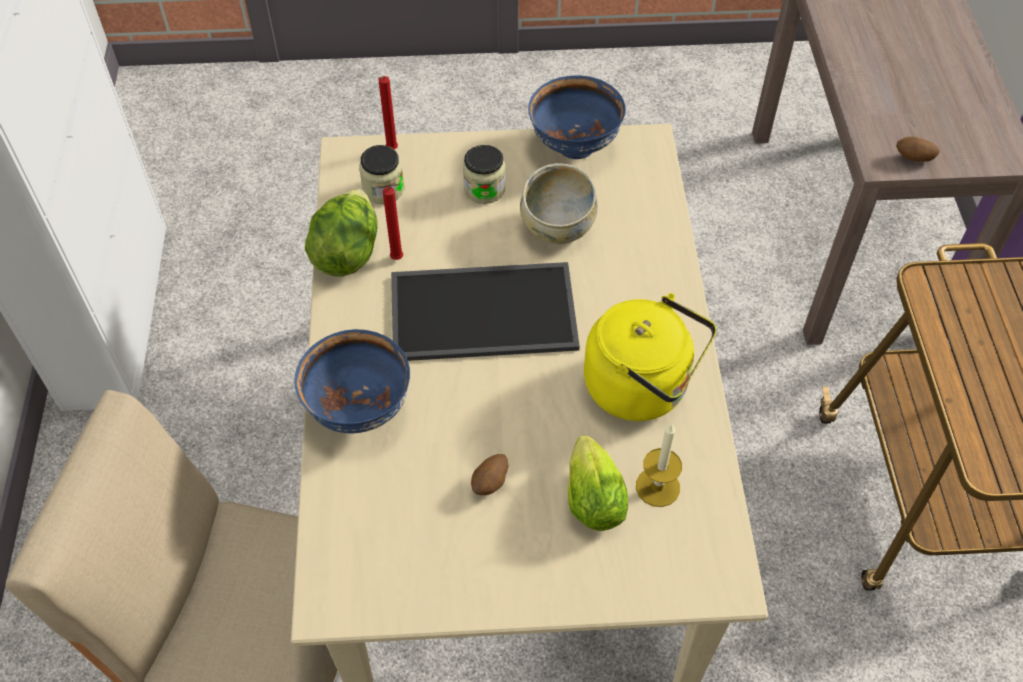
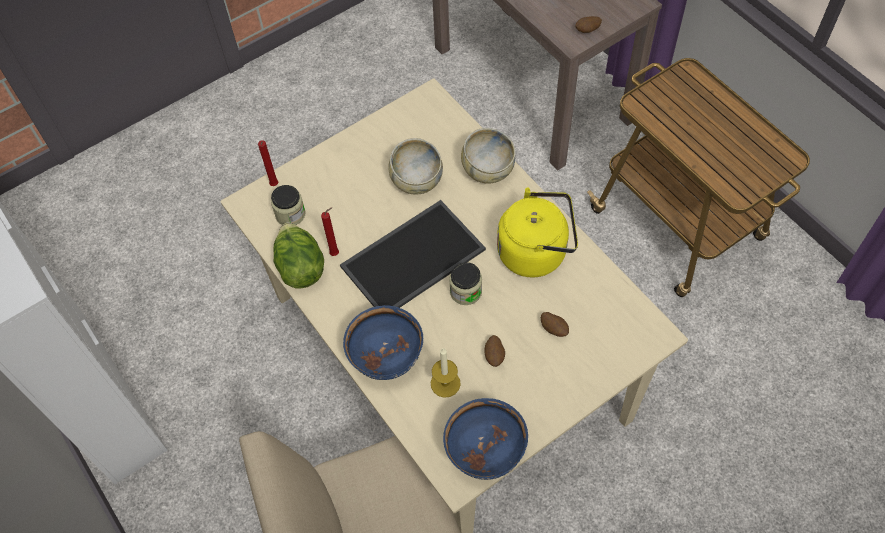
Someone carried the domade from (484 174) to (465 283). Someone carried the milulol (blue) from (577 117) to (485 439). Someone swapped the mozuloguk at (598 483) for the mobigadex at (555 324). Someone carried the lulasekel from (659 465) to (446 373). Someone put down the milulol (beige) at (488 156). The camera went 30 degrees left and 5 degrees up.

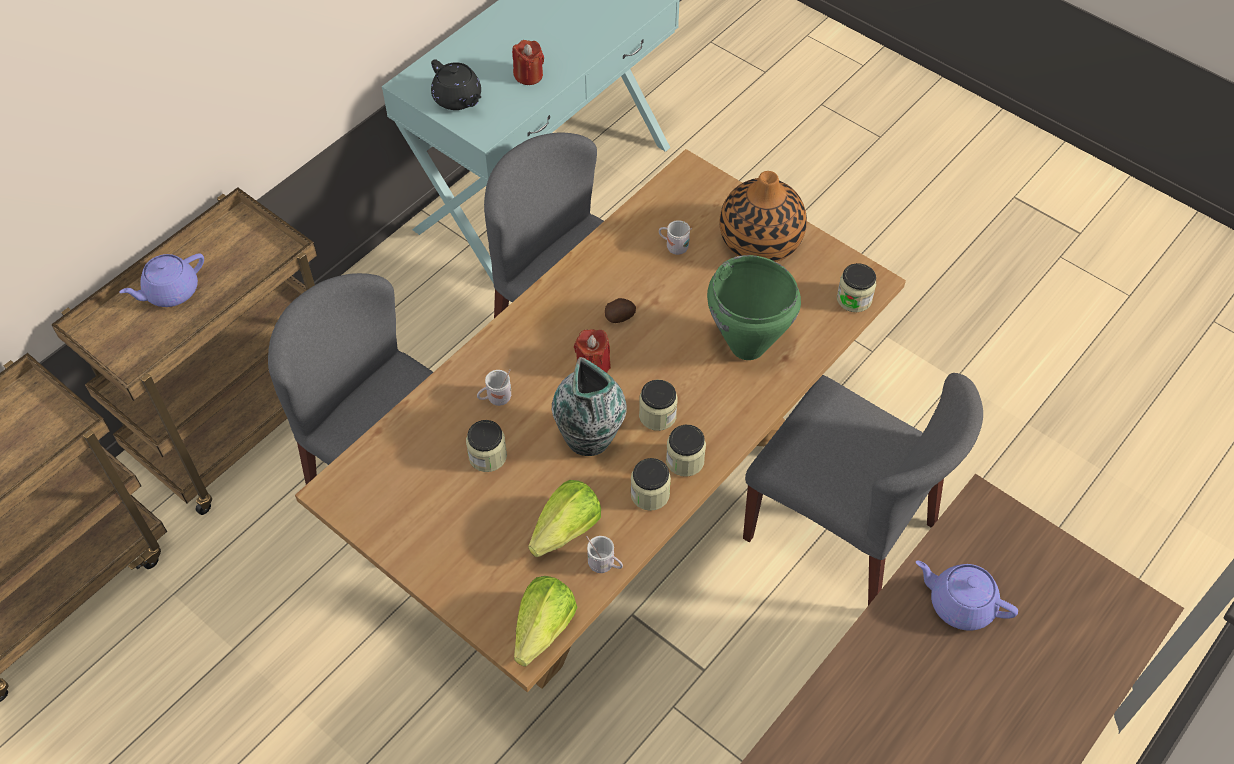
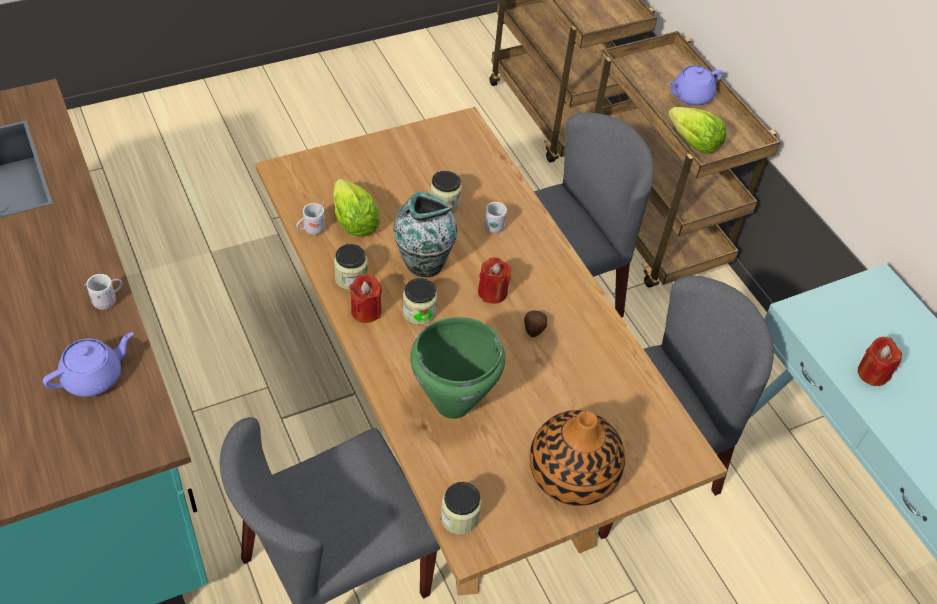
Someone rotated the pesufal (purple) at (161 280) by 105 degrees counterclockwise. Someone took away the pesufal (black) at (456 84). Someone carried the mozuloguk from (545 621) to (697 130). Someone carried the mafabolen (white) from (675 237) to (102 292). Someone swapped the domade at (686 451) for the lulasekel (red) at (365 298). The camera went 110 degrees right and 5 degrees down.

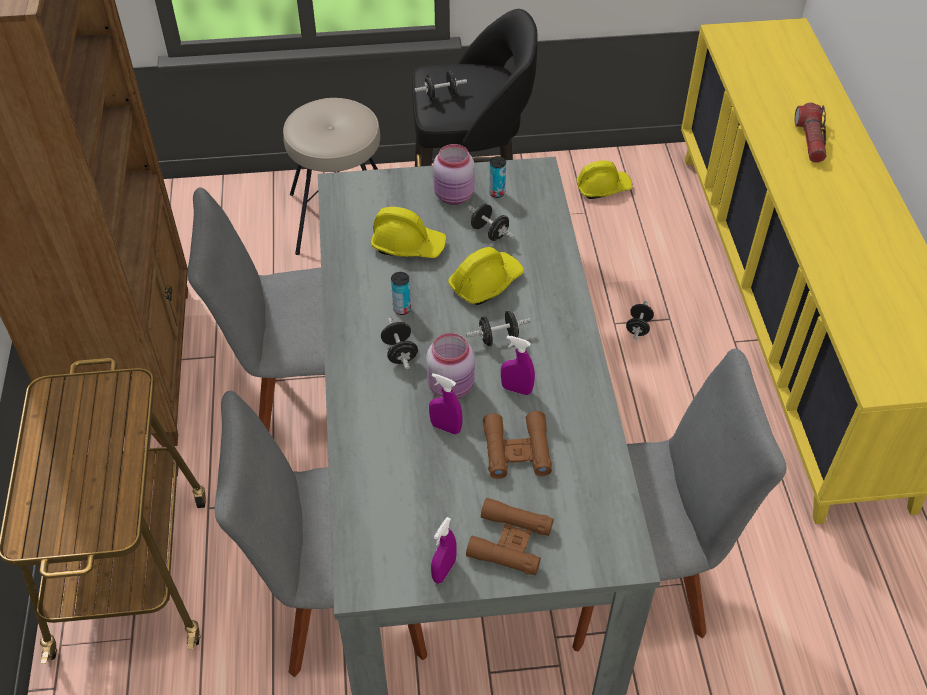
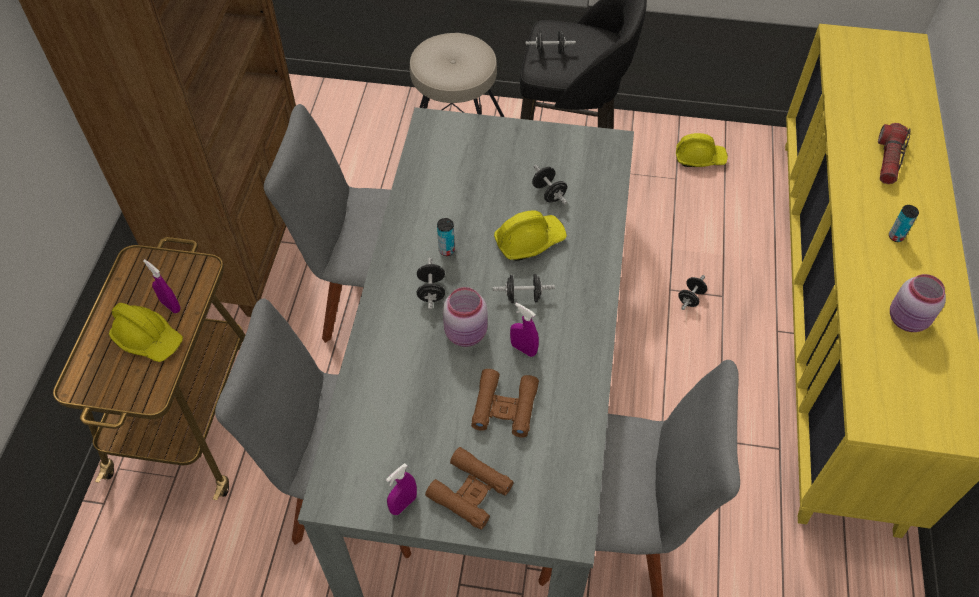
Someone carried the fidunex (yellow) from (408 232) to (146 332). Someone carried the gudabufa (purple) from (446 404) to (161 286). Someone carried the domade (pink) from (454 174) to (918 303). Someone carried the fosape from (497 177) to (904 223). The camera went 15 degrees right and 5 degrees up.

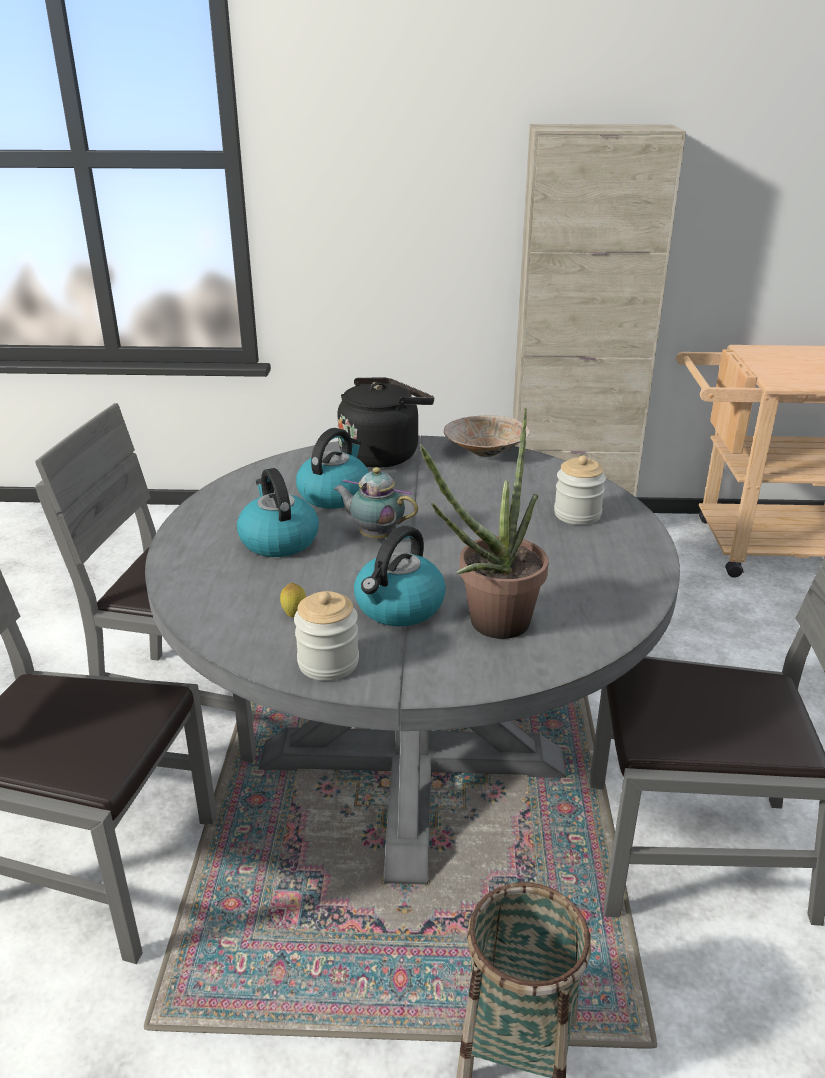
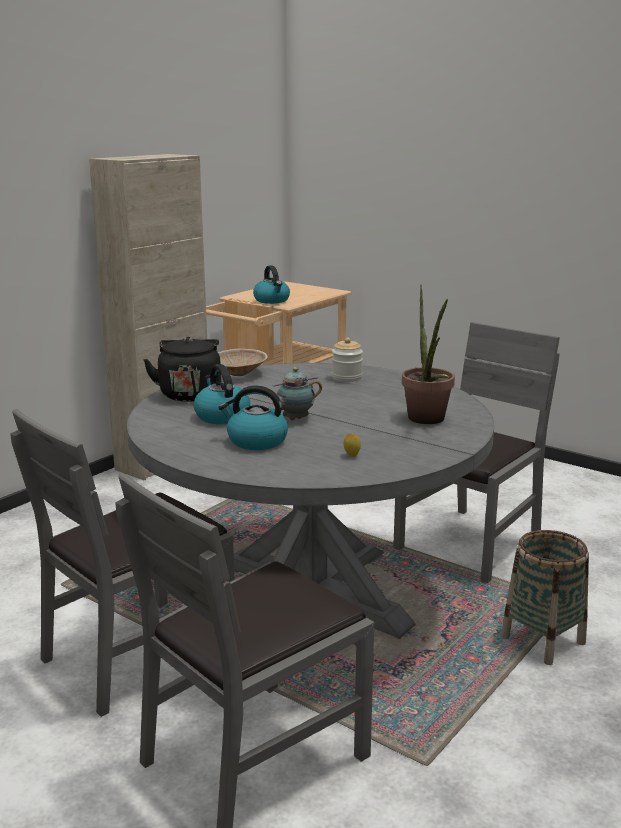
Someone took away the domade at (326 636). Someone carried the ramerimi from (400 576) to (271 284). The camera went 55 degrees left and 10 degrees down.

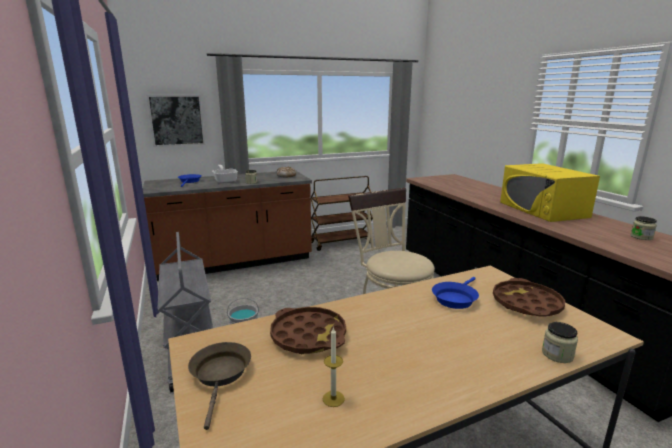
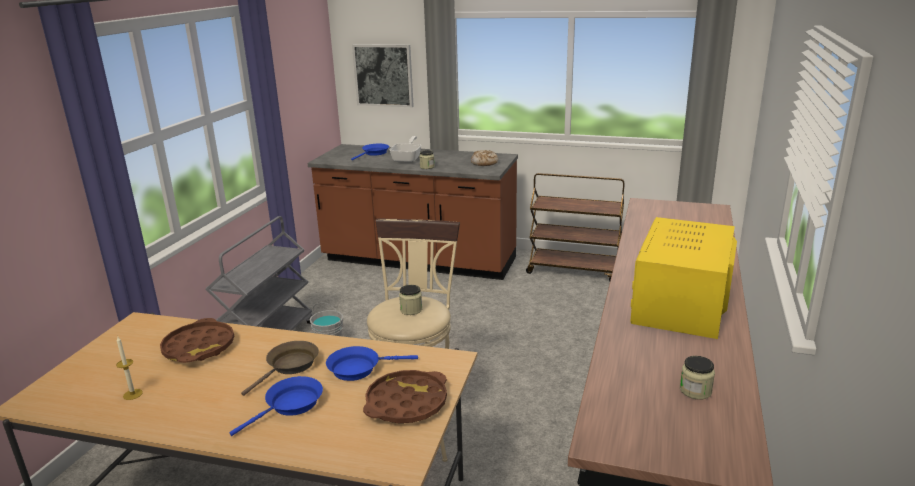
Someone carried the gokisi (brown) from (219 386) to (280 368). Someone carried the domade from (560 342) to (410 300). Someone put down the gokisi (blue) at (276 406). The camera went 40 degrees right and 5 degrees up.

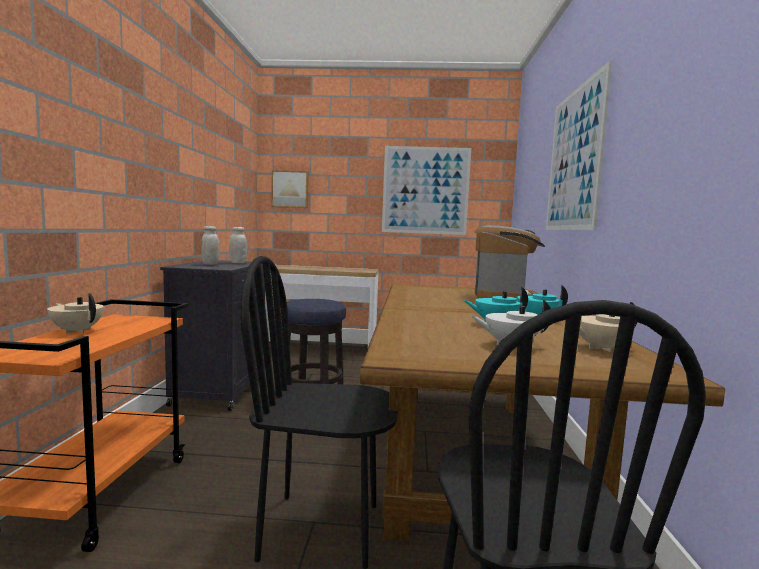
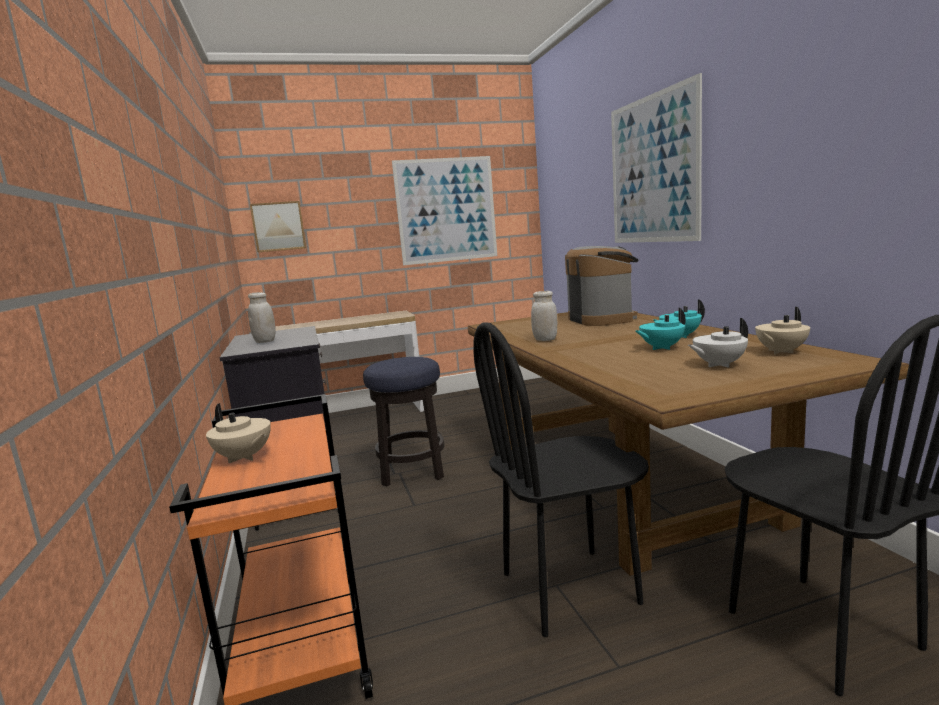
Someone rotated the pesufal (beige) at (75 313) by 150 degrees counterclockwise. Someone carried the domade (white) from (238 245) to (544 316). The camera went 20 degrees left and 5 degrees up.

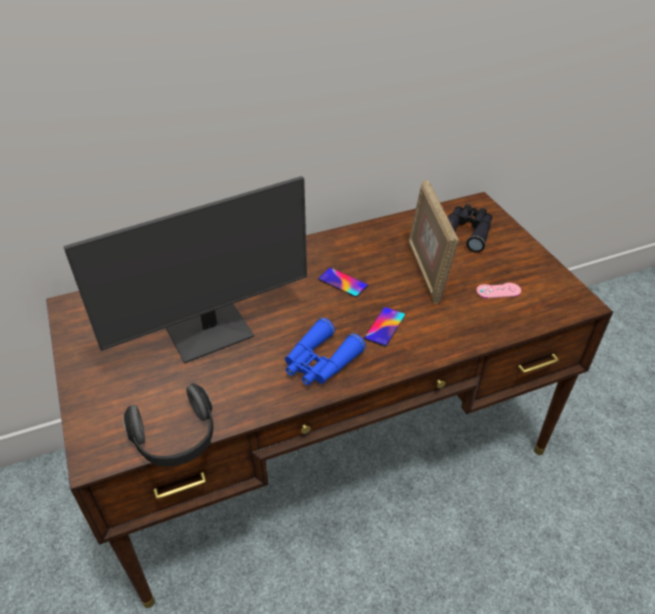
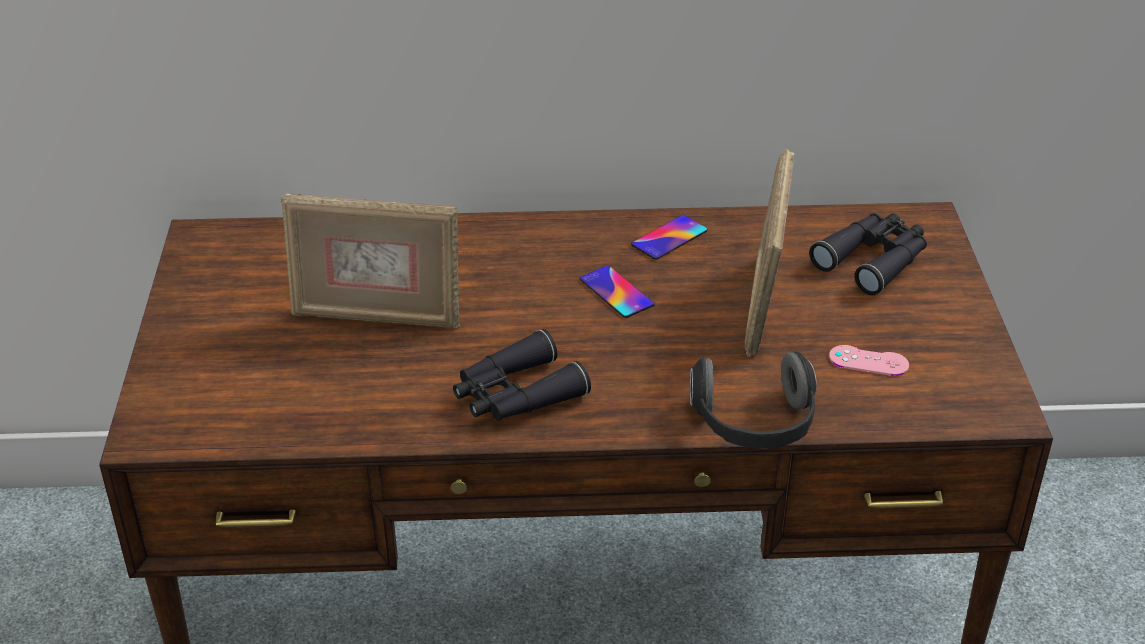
Someone swapped the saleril at (185 270) for the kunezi at (370 261). Someone carried the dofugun from (168 424) to (753 399). Someone repainted the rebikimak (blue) at (325 351), which became the rebikimak (black) at (522 375). Someone carried the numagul from (384 326) to (669 237). The camera went 20 degrees right and 5 degrees down.

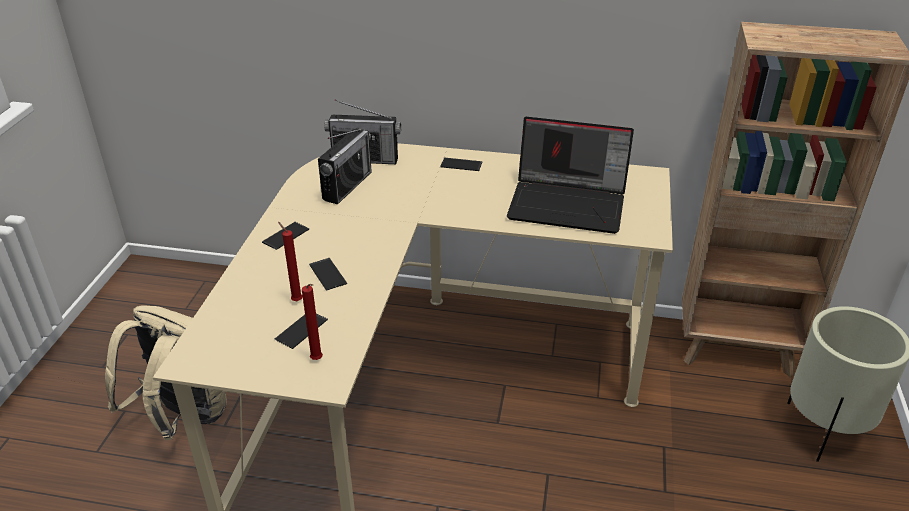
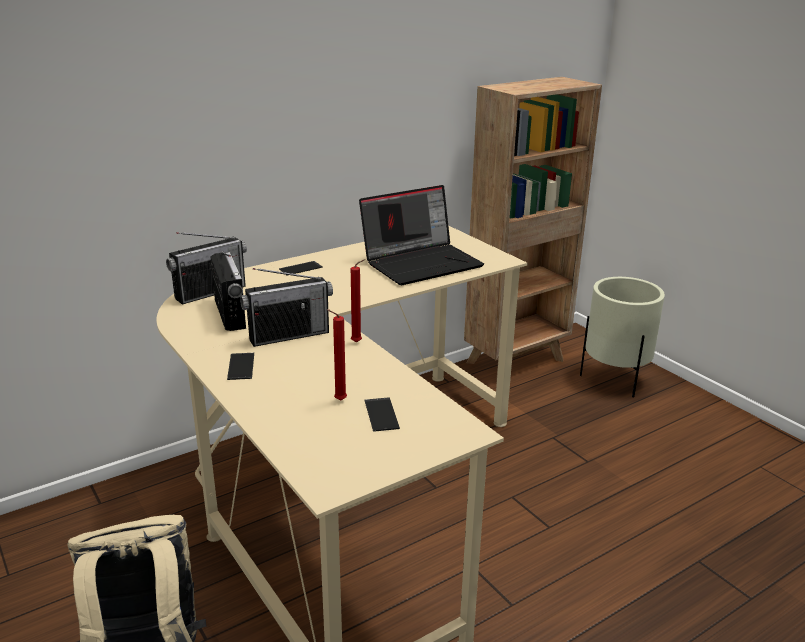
Someone carried the lulasekel (red) from (312 322) to (358 301). Someone took away the numagul at (328 274). Someone put down the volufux at (286 307). The camera went 45 degrees left and 10 degrees down.

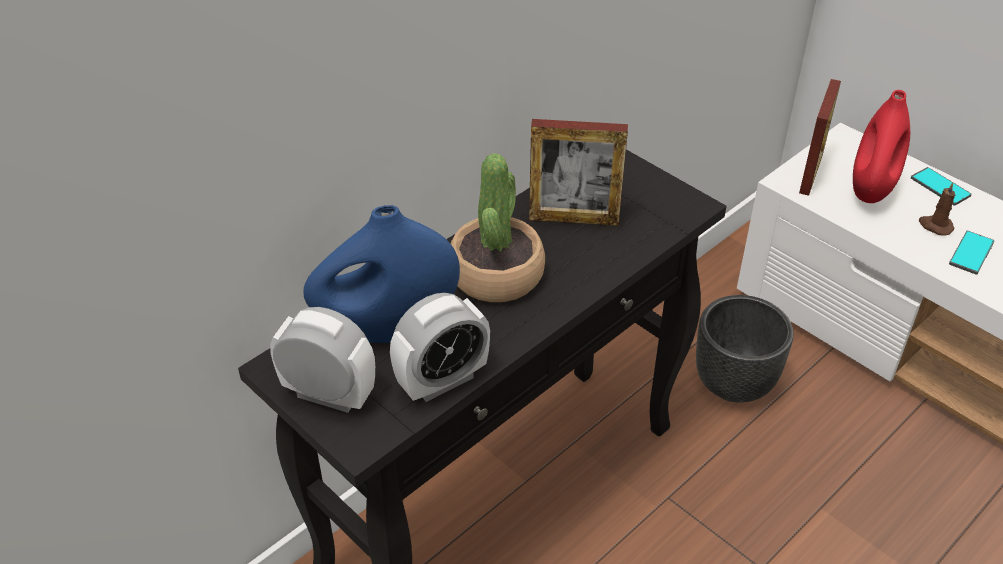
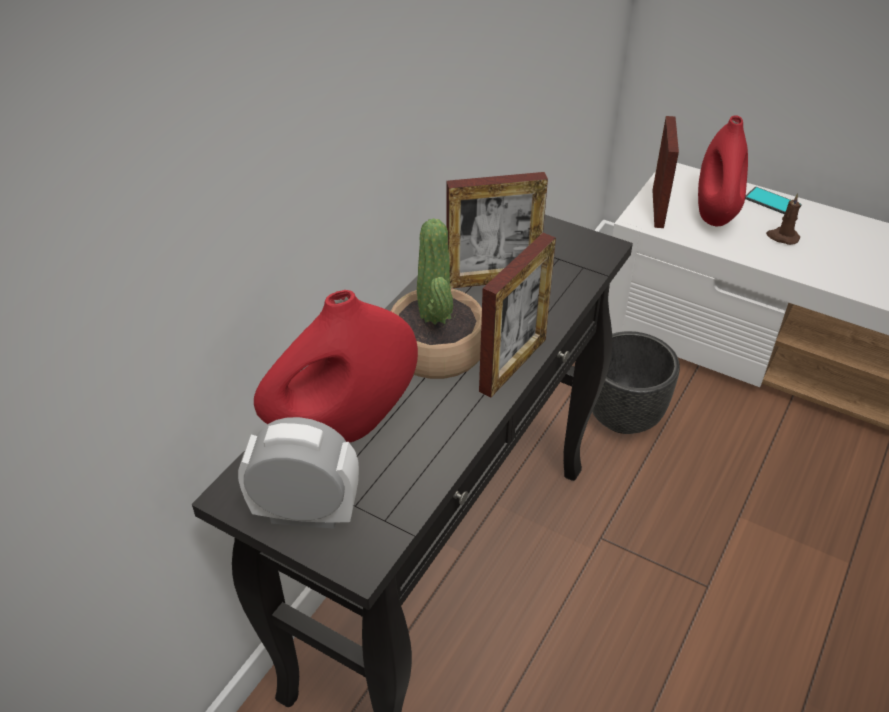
Someone repainted the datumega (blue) at (381 274), which became the datumega (red) at (336 366). Someone took away the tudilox at (440 347). Someone took away the numagul at (971 253). Someone put down the kunezi at (517 315). The camera went 15 degrees left and 0 degrees up.

